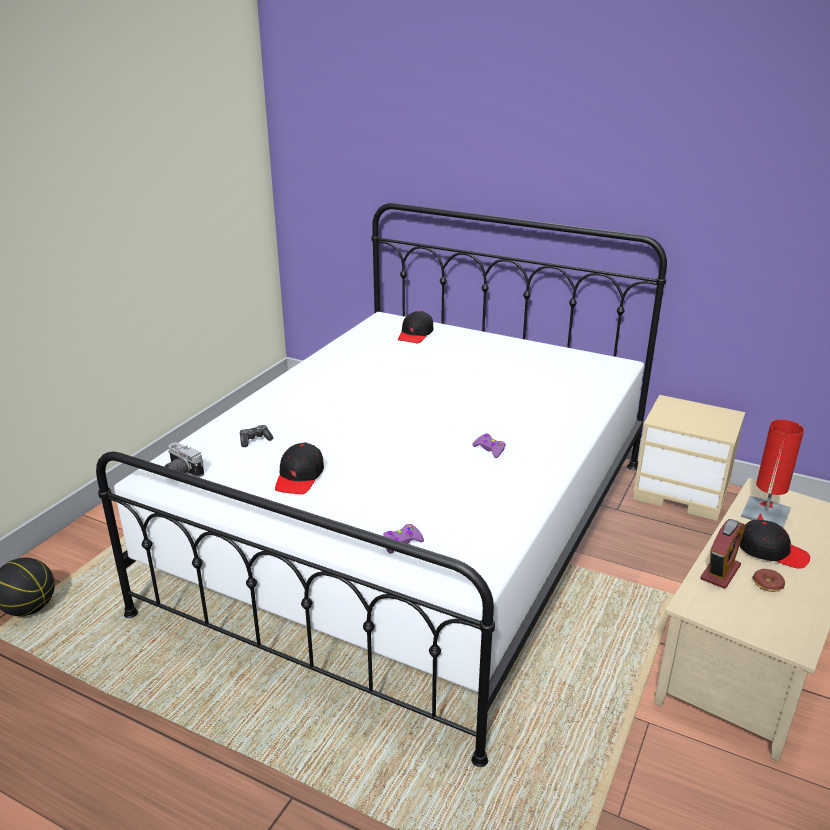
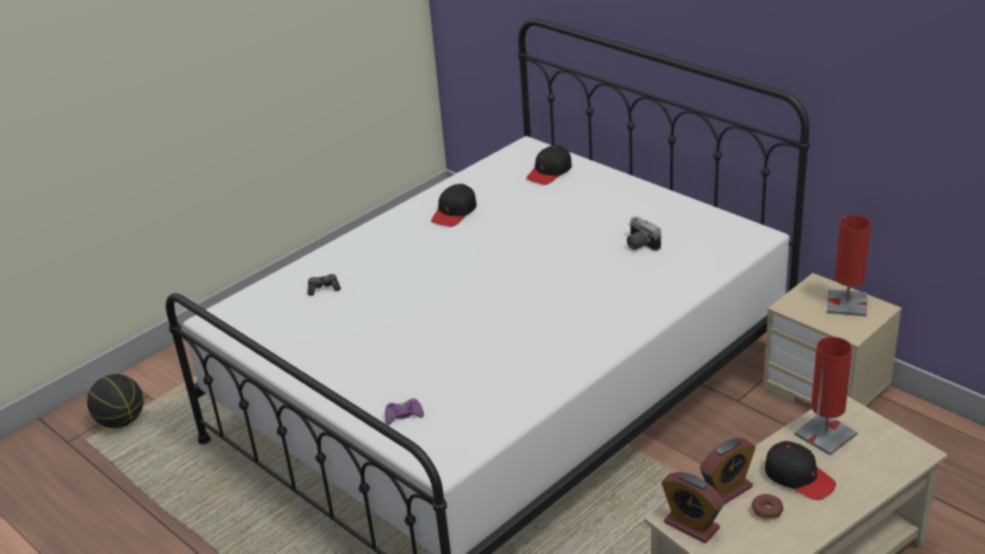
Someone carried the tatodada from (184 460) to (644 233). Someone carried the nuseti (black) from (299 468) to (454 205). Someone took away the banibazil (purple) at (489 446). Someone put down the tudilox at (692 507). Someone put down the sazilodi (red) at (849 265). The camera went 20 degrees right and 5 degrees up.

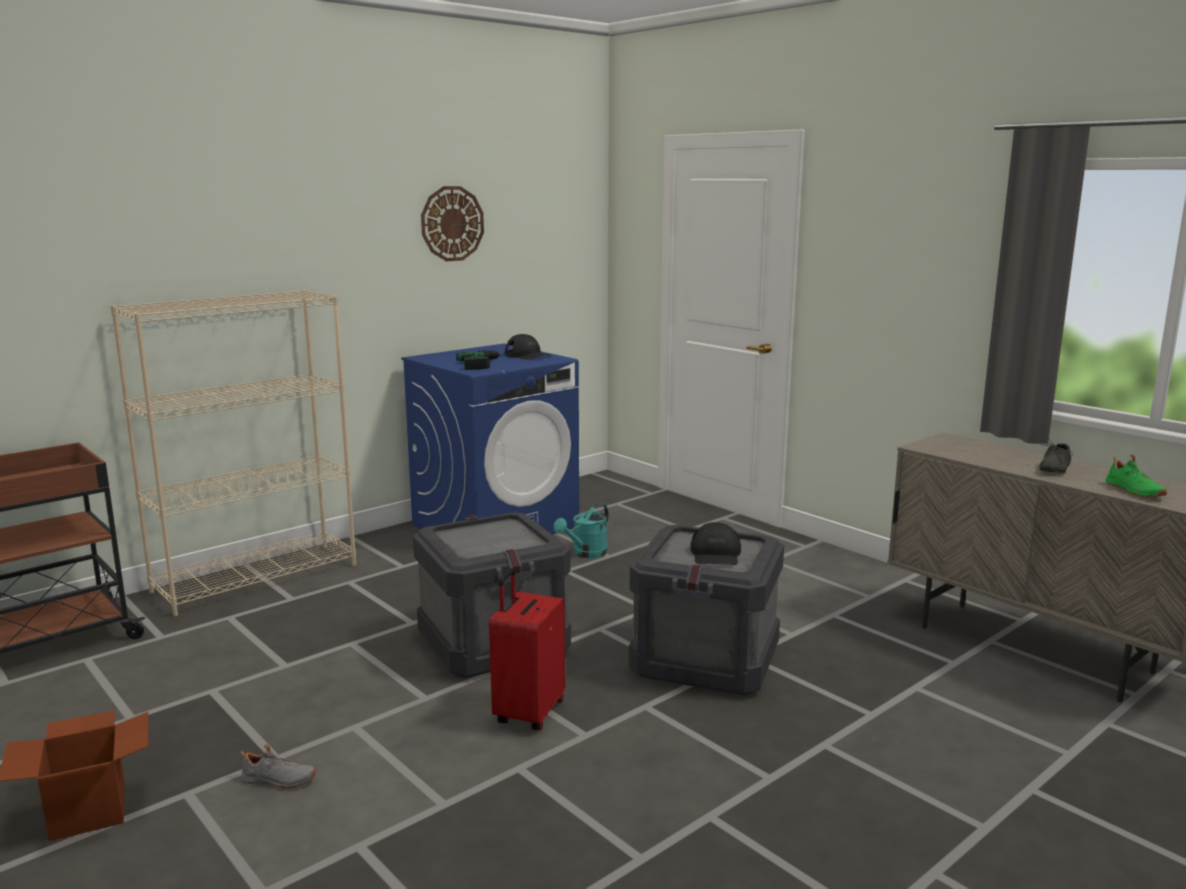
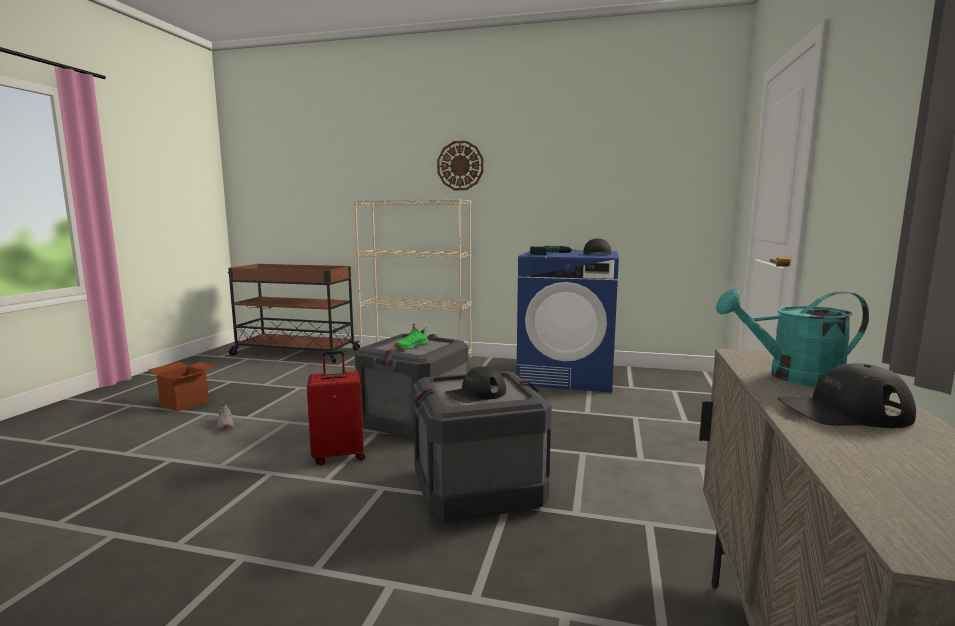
Someone carried the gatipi from (452 223) to (460 165). Someone carried the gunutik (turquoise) from (581 530) to (792 337). Someone swapped the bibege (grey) at (1056 453) for the nuseti (black) at (847 395). Someone carried the bibege (green) from (1136 475) to (411 337). The camera went 55 degrees right and 5 degrees down.

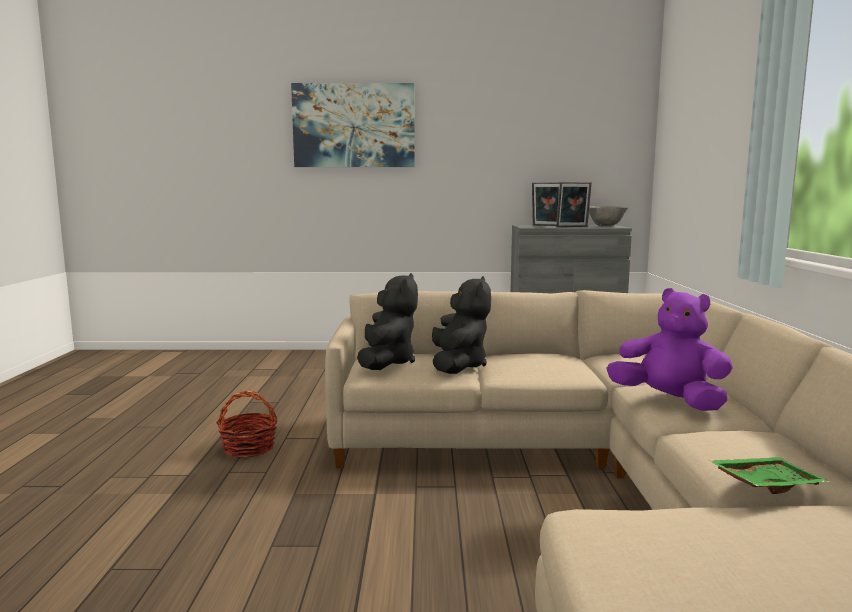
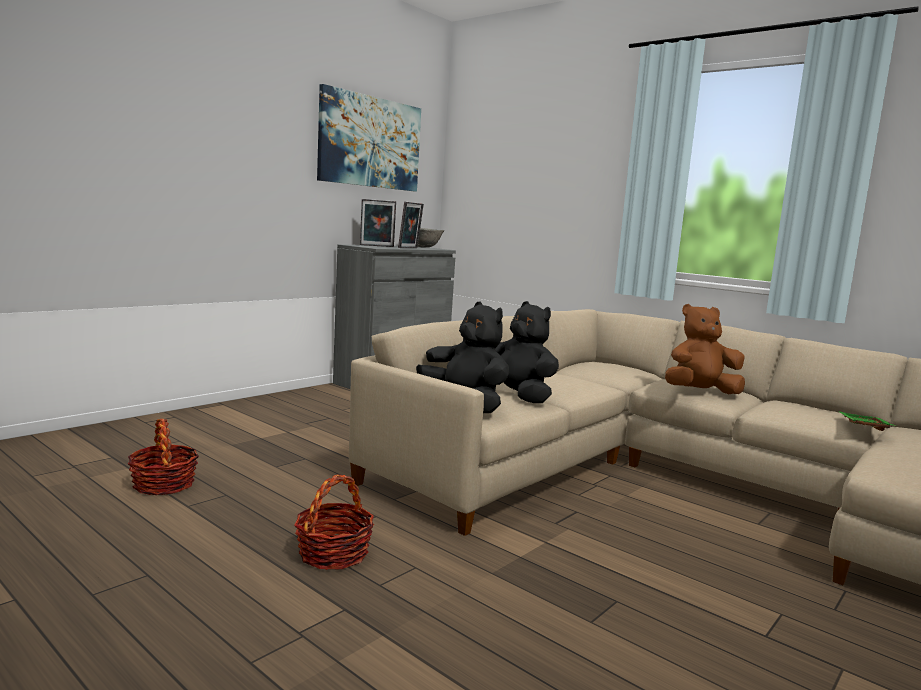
Someone carried the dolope from (353 125) to (369 137). Someone repainted the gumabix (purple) at (669 349), which became the gumabix (brown) at (705 349). Someone put down the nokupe at (163 457). The camera went 50 degrees left and 0 degrees up.

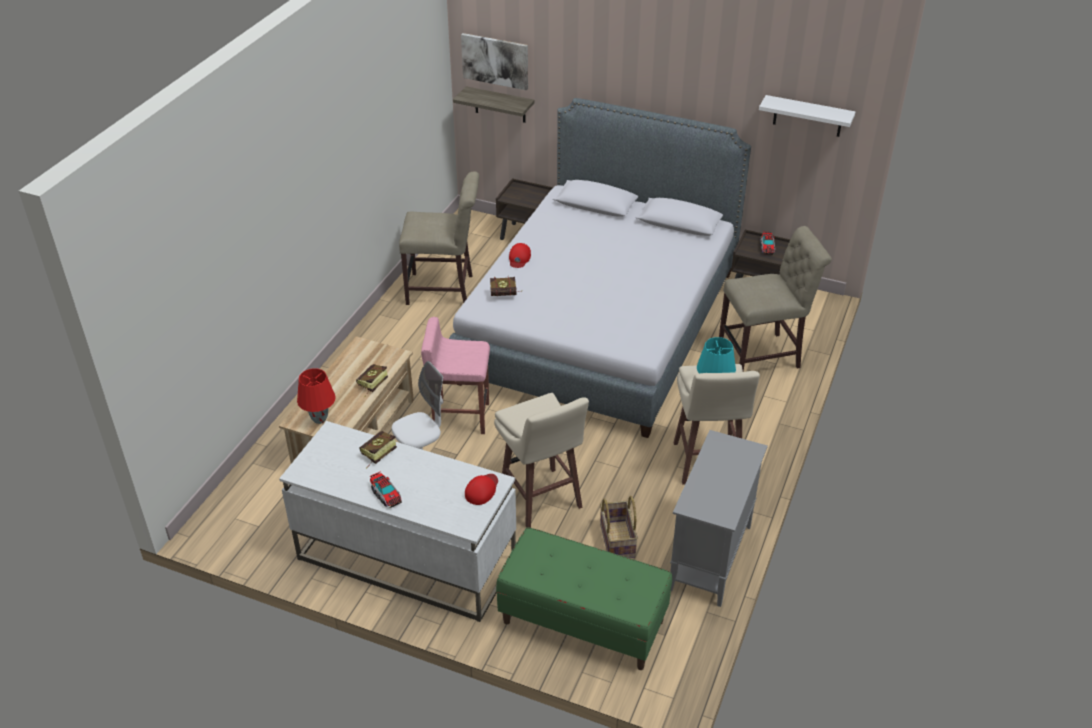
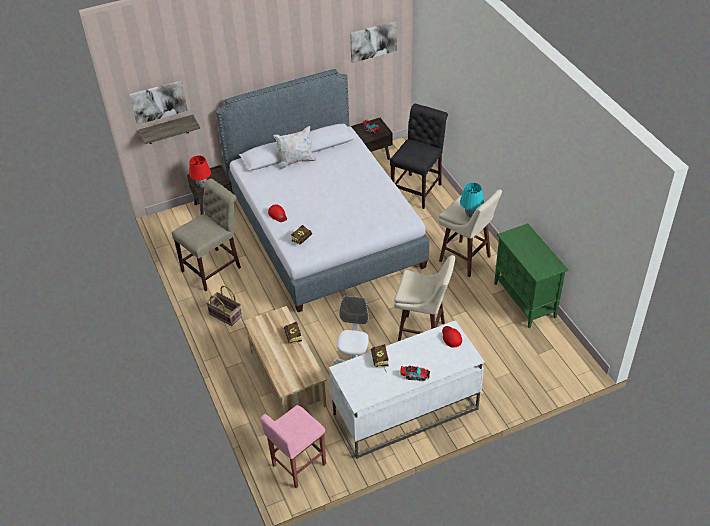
Someone carried the sazilodi (red) from (316 396) to (200 172). Someone carried the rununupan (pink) from (455 375) to (293 446). Someone took away the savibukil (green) at (584 598). Someone carried the nokupe from (619 527) to (224 306). Someone repainted the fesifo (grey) at (719 518), which became the fesifo (green) at (531 276). Someone repainted the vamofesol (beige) at (775 298), which became the vamofesol (black) at (419 156). Someone swapped the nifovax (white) at (807 116) for the dolope at (373 42). Someone put down the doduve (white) at (294 147). The camera went 45 degrees left and 5 degrees up.

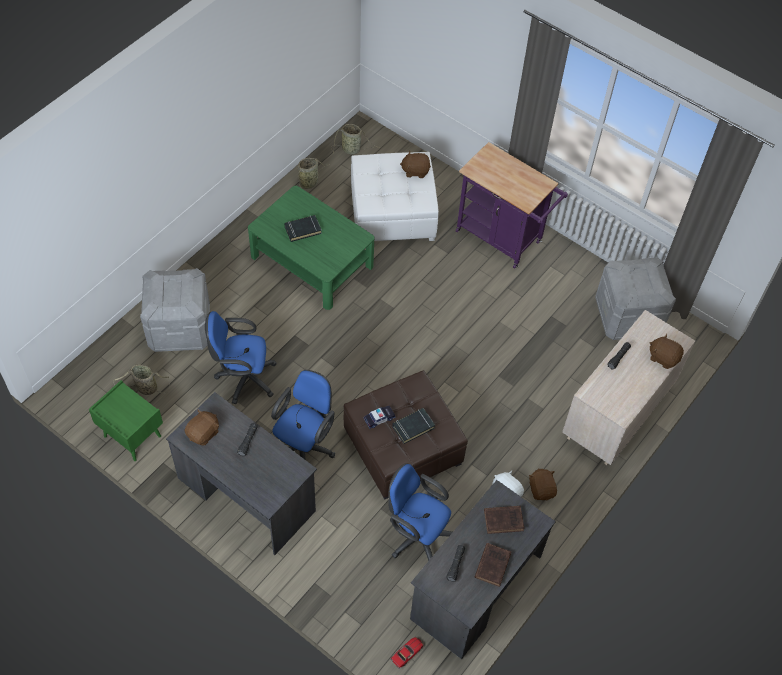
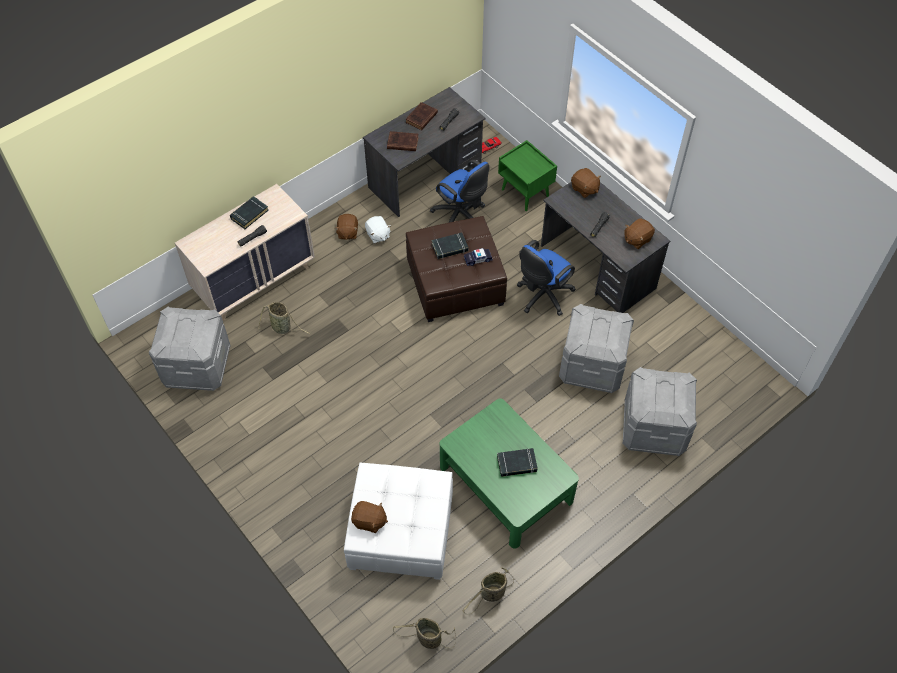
Someone carried the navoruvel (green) from (126 420) to (527 175). Someone carried the nokupe from (141 379) to (284 318). Someone swapped the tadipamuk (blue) at (241 357) for the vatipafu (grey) at (596 348). Someone took away the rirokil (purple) at (512 205). Someone carried the gumabix (brown) from (667 351) to (586 183). Someone put down the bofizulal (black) at (249 212). The camera went 165 degrees left and 0 degrees up.

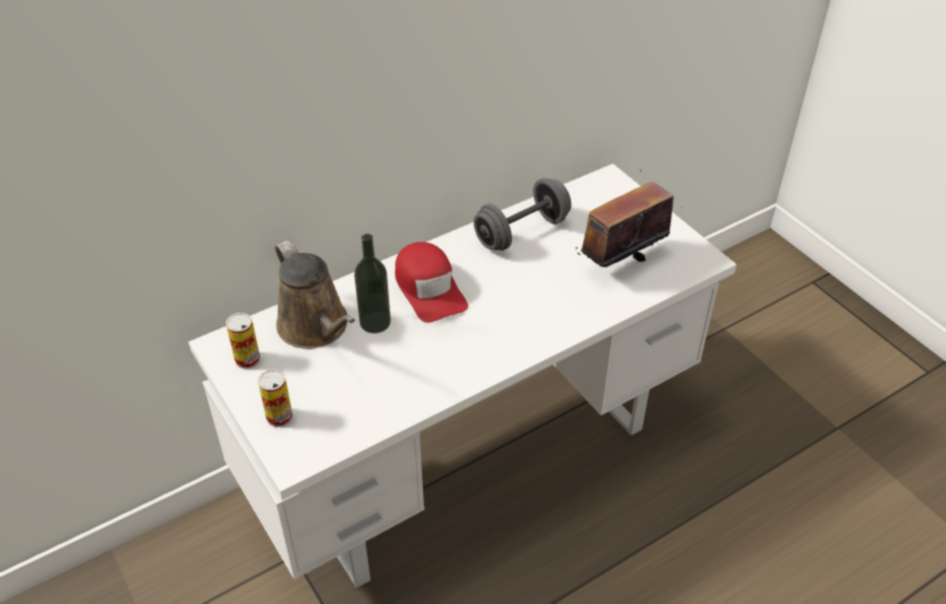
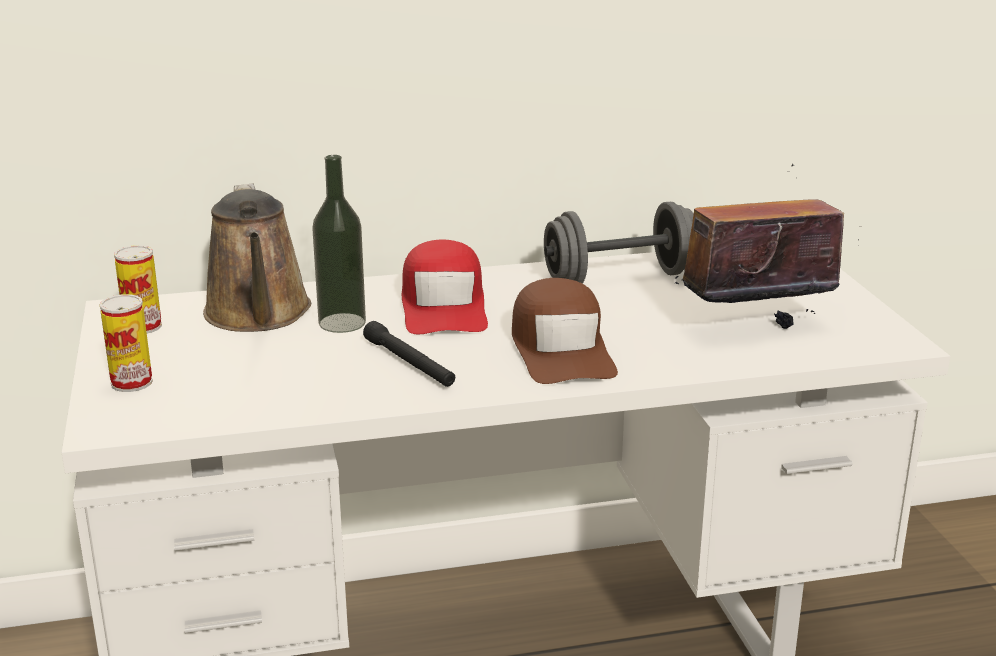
Someone put down the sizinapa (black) at (409 354). Someone put down the nuseti (brown) at (565 331). The camera went 20 degrees right and 20 degrees down.

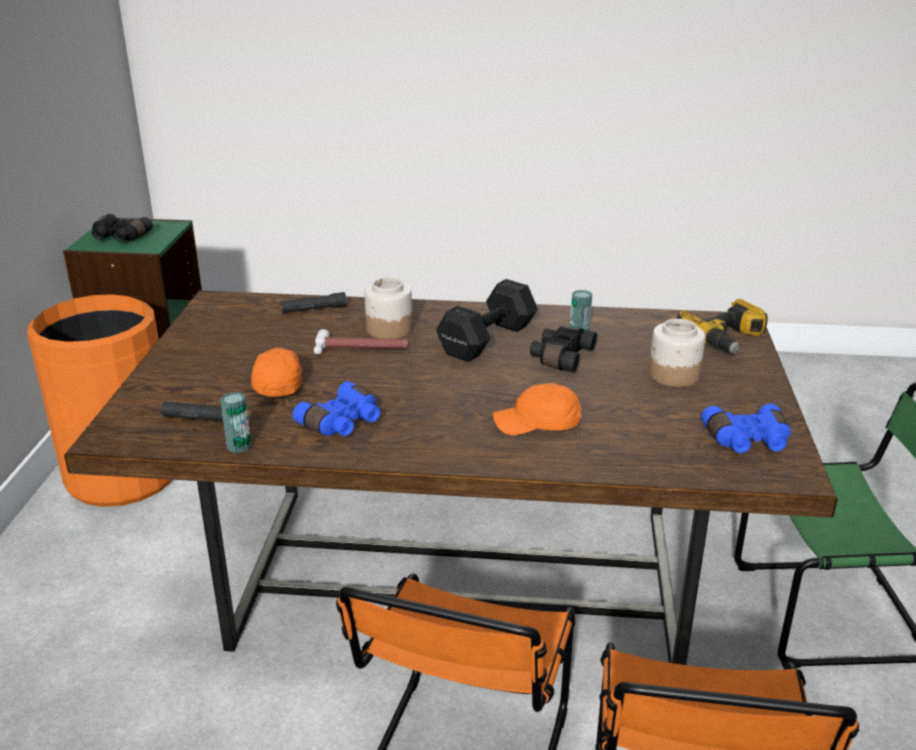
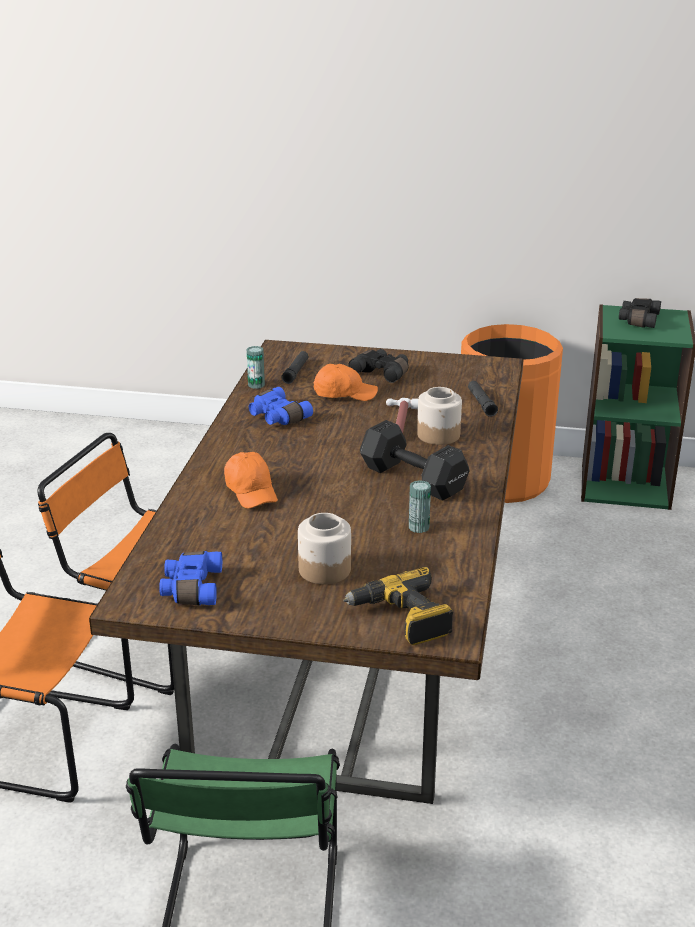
Someone rotated the nuseti (orange) at (537 409) by 150 degrees clockwise. Someone carried the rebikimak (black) from (564 349) to (379 366). The camera went 95 degrees right and 0 degrees up.

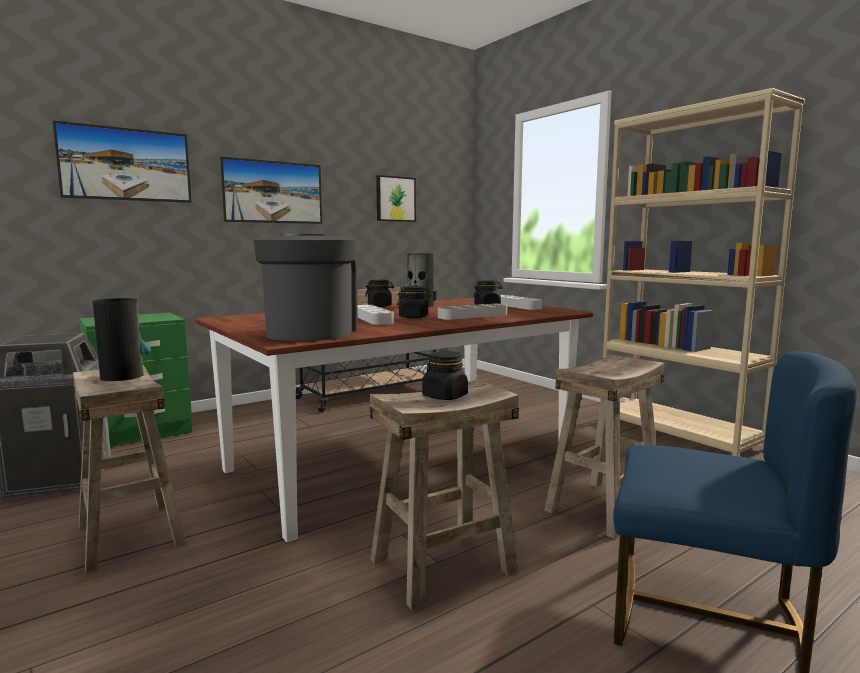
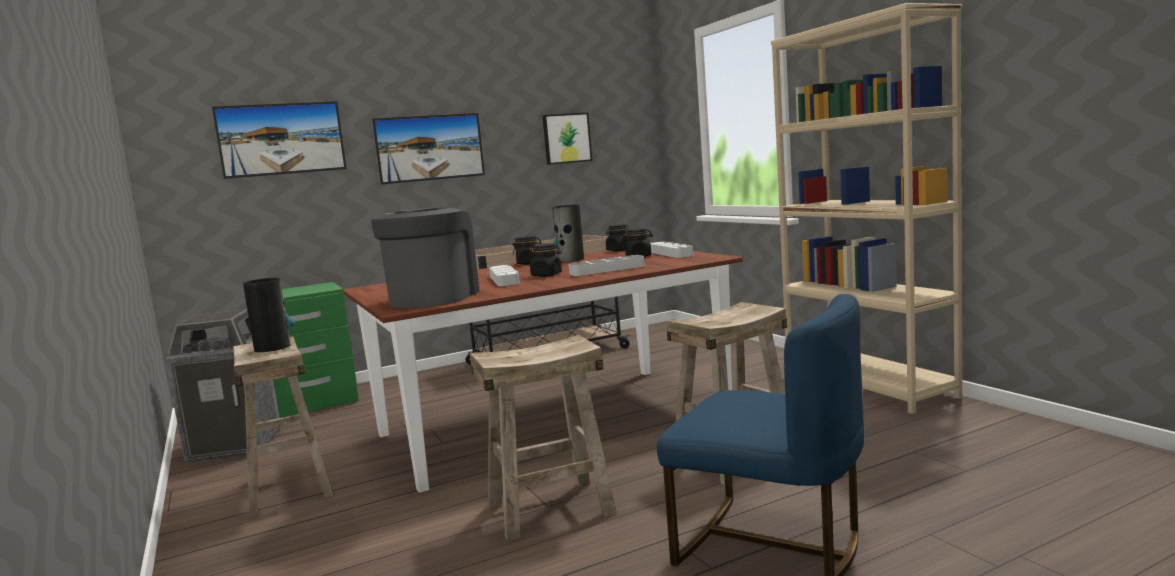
Someone carried the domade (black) from (445 375) to (617 237). The camera went 10 degrees right and 0 degrees up.

